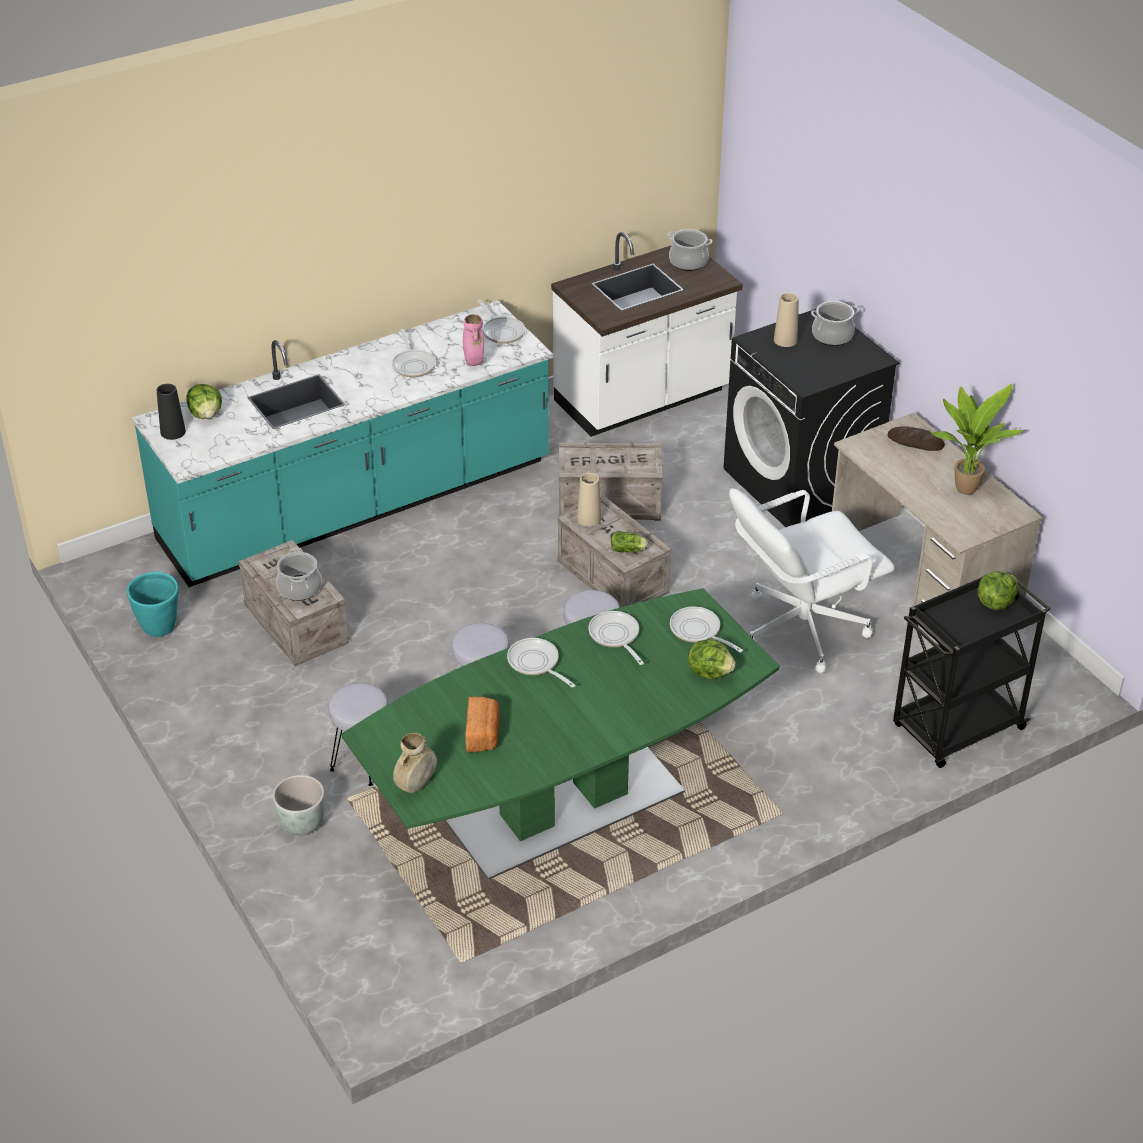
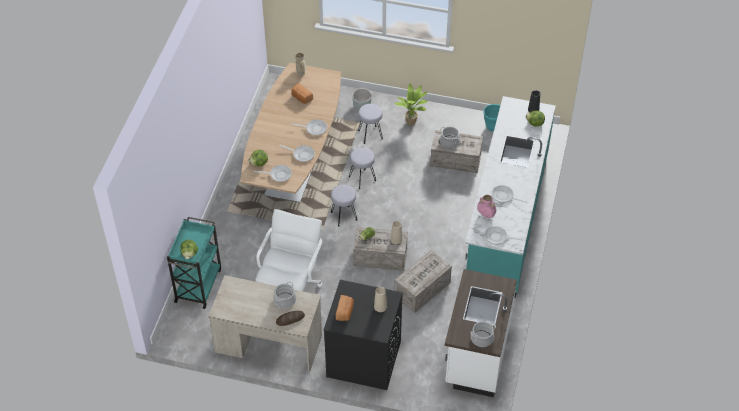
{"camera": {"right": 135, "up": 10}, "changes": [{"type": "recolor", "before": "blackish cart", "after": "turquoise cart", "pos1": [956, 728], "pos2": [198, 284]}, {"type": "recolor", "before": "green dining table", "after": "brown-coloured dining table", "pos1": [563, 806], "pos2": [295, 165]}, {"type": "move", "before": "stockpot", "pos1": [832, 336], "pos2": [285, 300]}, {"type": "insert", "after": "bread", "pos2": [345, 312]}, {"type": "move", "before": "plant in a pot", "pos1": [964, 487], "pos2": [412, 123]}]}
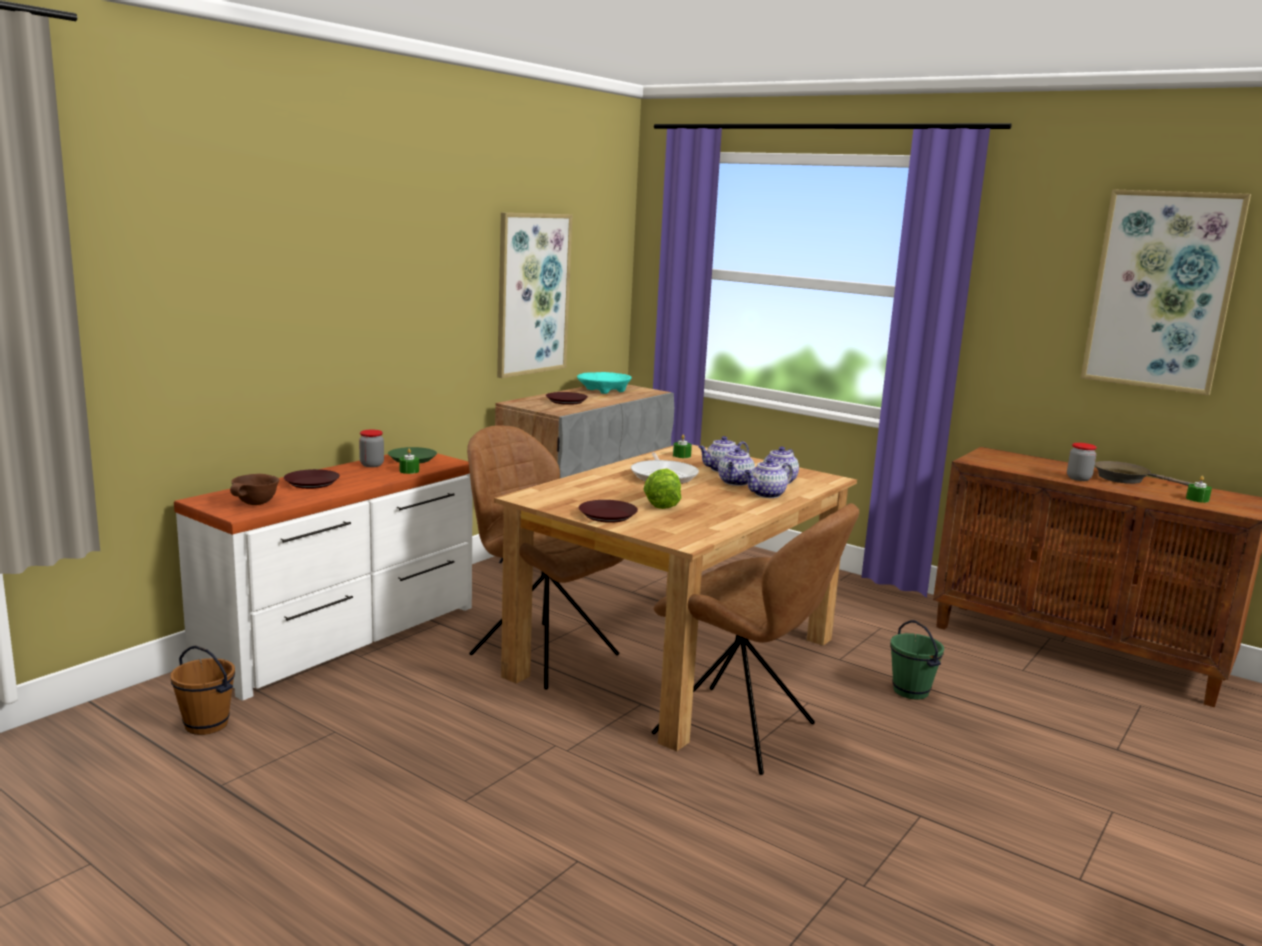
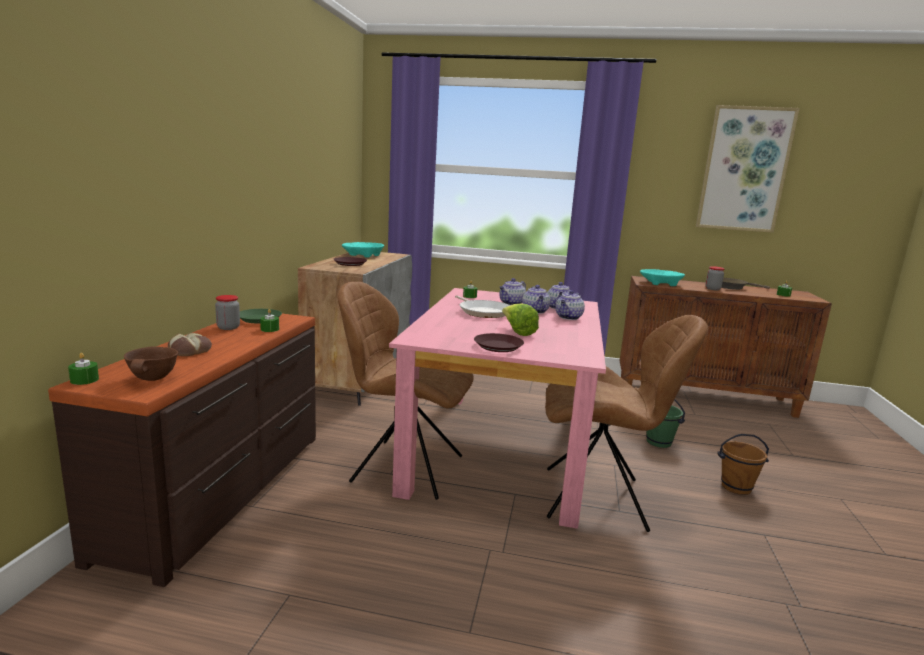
{"camera": {"right": -25, "up": 0}, "changes": [{"type": "recolor", "before": "white chest of drawers", "after": "brown-coloured chest of drawers", "pos1": [344, 637], "pos2": [223, 491]}, {"type": "insert", "after": "green candle", "pos2": [84, 380]}, {"type": "replace", "before": "brown-coloured flat dish", "after": "bread", "pos1": [312, 483], "pos2": [190, 350]}, {"type": "recolor", "before": "brown-coloured dining table", "after": "pink dining table", "pos1": [676, 658], "pos2": [502, 450]}, {"type": "insert", "after": "turquoise bowl", "pos2": [660, 283]}, {"type": "move", "before": "brown-coloured pail", "pos1": [206, 725], "pos2": [736, 487]}, {"type": "delete", "before": "wall art", "pos1": [532, 294]}]}
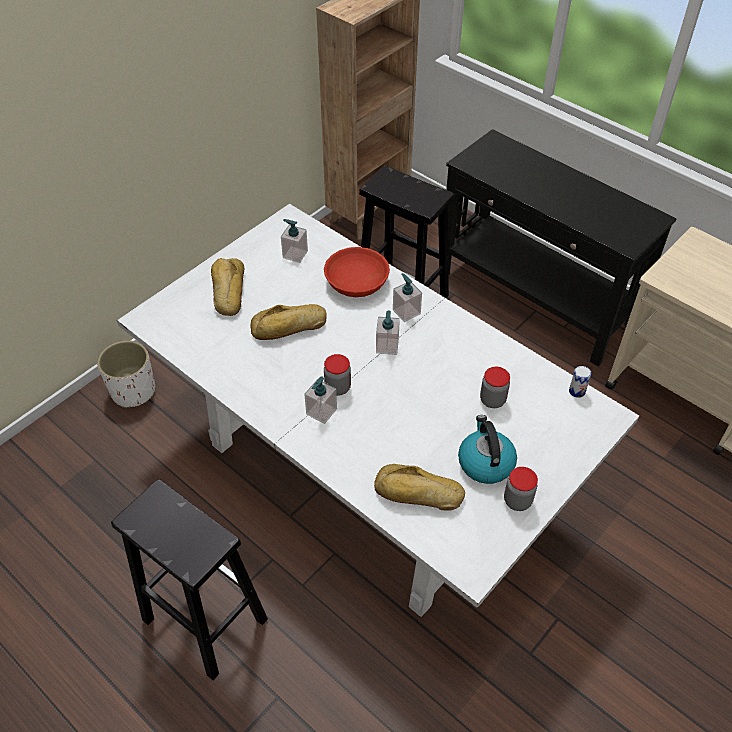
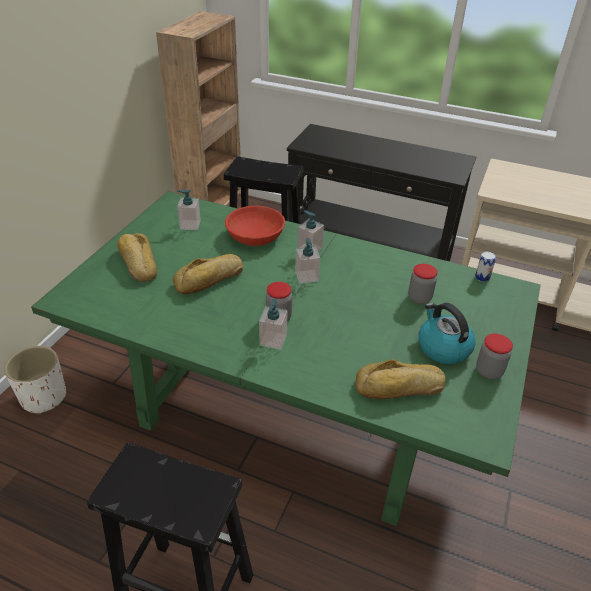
{"camera": {"right": -20, "up": -10}, "changes": [{"type": "recolor", "before": "white dining table", "after": "green dining table", "pos1": [367, 472], "pos2": [293, 412]}]}
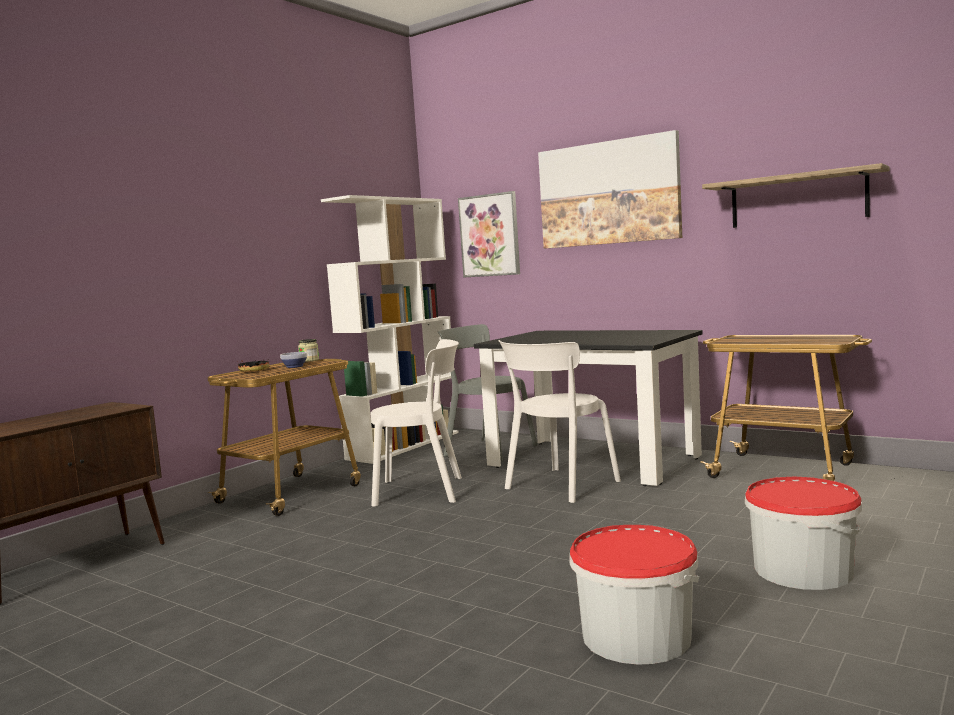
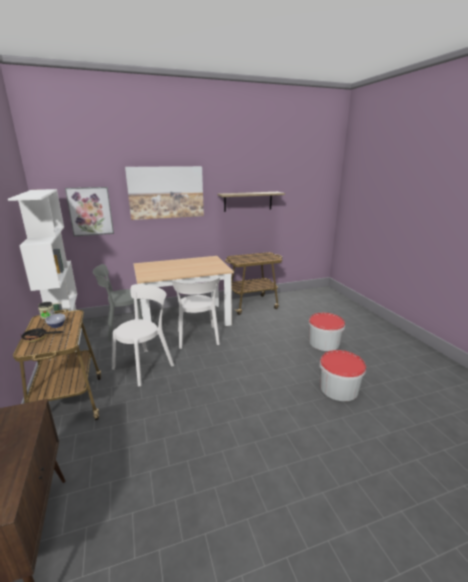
{"camera": {"right": -55, "up": 15}, "changes": [{"type": "recolor", "before": "blackish dining table", "after": "sand-coloured dining table", "pos1": [593, 461], "pos2": [185, 320]}]}
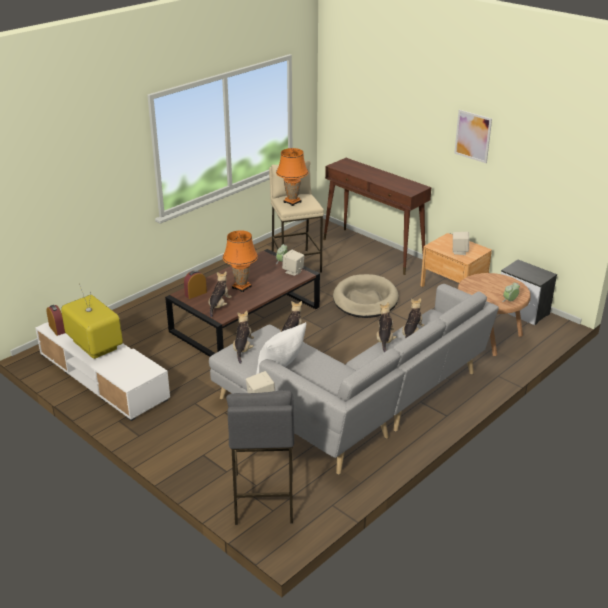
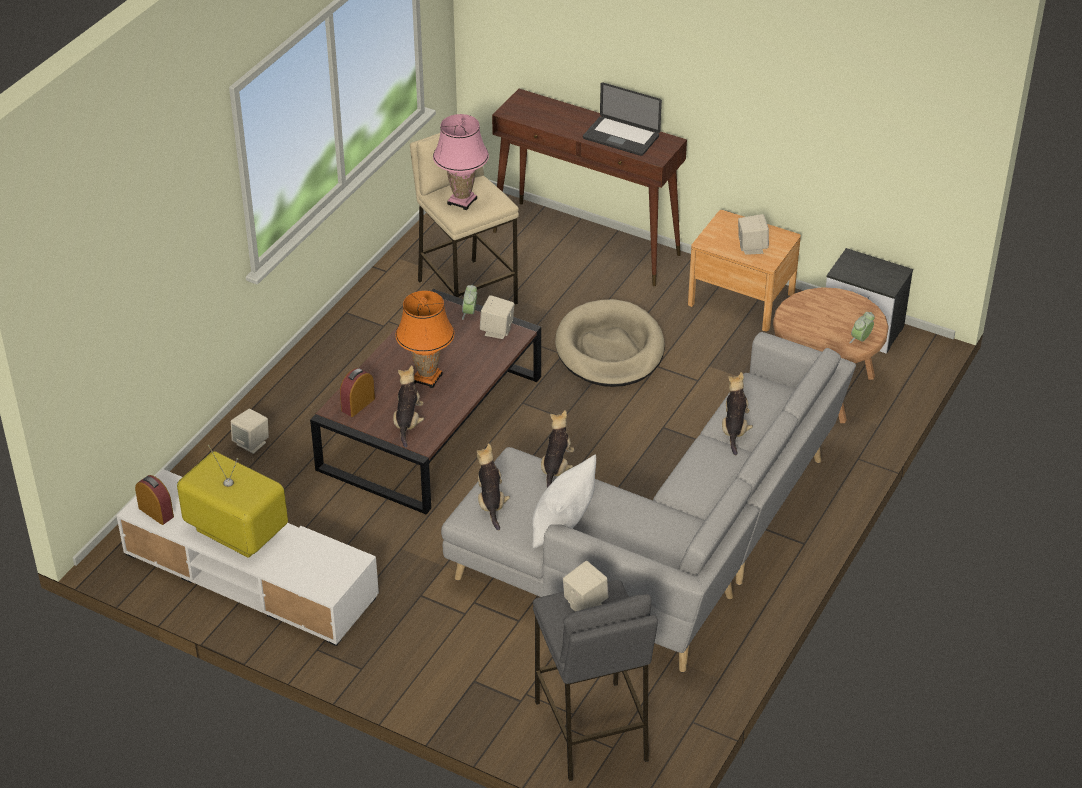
{"camera": {"right": -15, "up": 10}, "changes": [{"type": "insert", "after": "sand-coloured audio speaker", "pos2": [252, 443]}, {"type": "recolor", "before": "orange table lamp", "after": "pink table lamp", "pos1": [292, 202], "pos2": [462, 201]}, {"type": "insert", "after": "portable computer", "pos2": [621, 137]}, {"type": "delete", "before": "soft toy", "pos1": [384, 340]}, {"type": "delete", "before": "wall art", "pos1": [473, 136]}]}
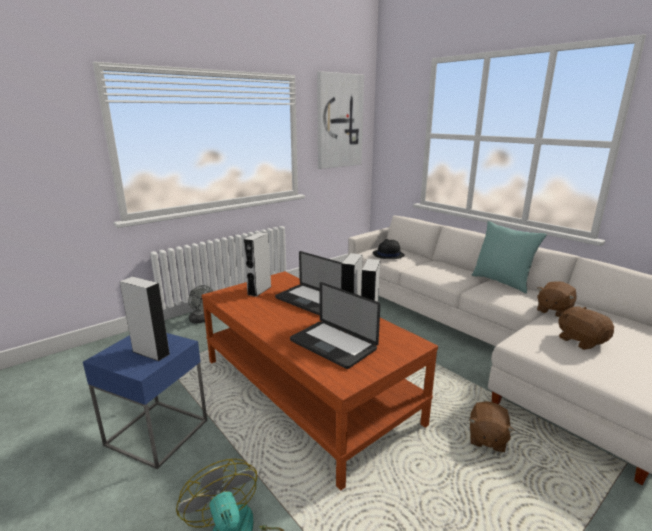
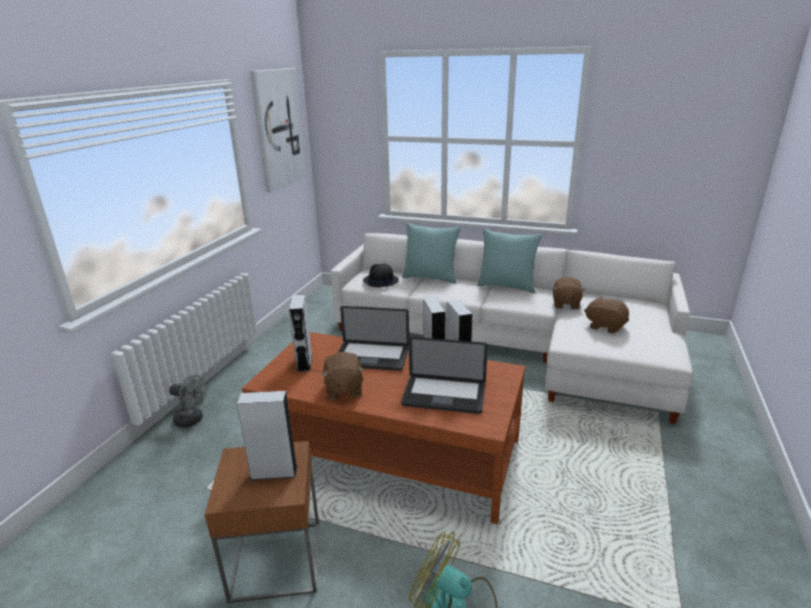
{"camera": {"right": -30, "up": 5}, "changes": [{"type": "recolor", "before": "blue accent table", "after": "brown-coloured accent table", "pos1": [157, 432], "pos2": [276, 560]}, {"type": "move", "before": "brown-coloured soft toy", "pos1": [486, 438], "pos2": [343, 389]}, {"type": "insert", "after": "turquoise cushion", "pos2": [430, 277]}]}
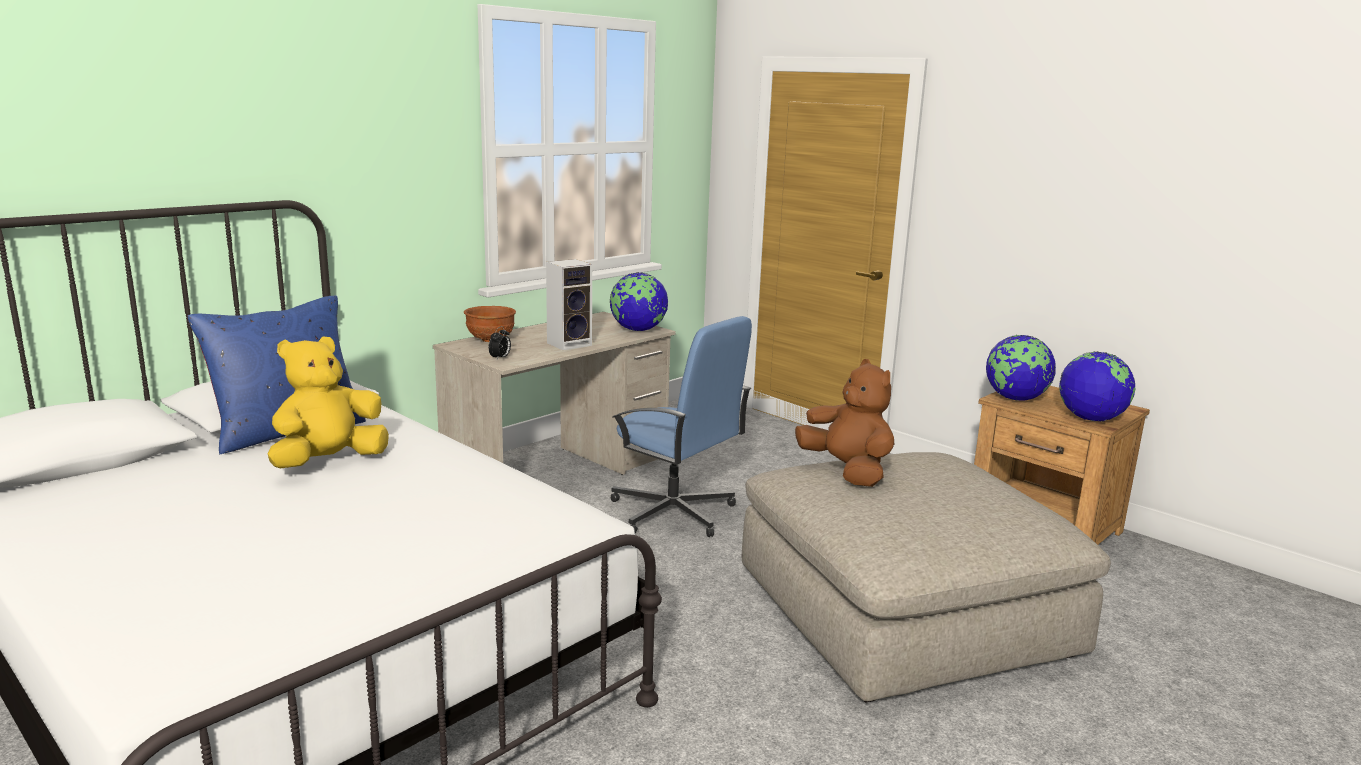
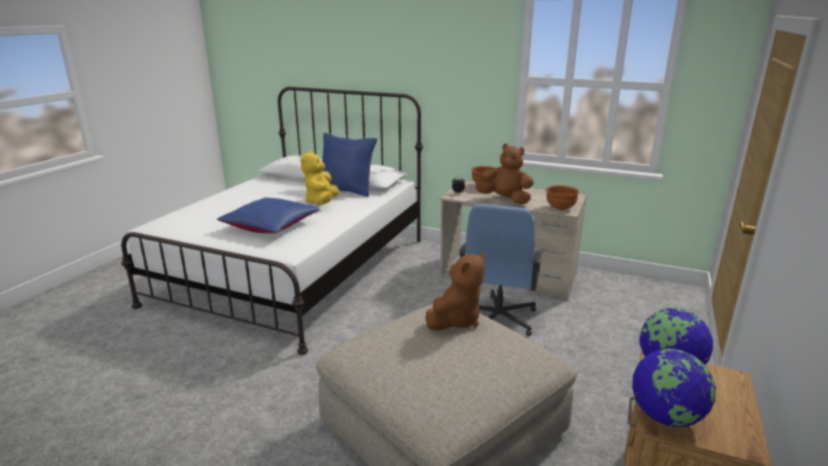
{"camera": {"right": 70, "up": 5}, "changes": [{"type": "insert", "after": "blue cushion", "pos2": [270, 226]}, {"type": "rotate", "before": "yellow-coloured soft toy", "pos1": [329, 462], "pos2": [322, 202], "turn": -105}, {"type": "replace", "before": "audio speaker", "after": "brown-coloured soft toy", "pos1": [570, 343], "pos2": [505, 200]}, {"type": "replace", "before": "world globe", "after": "brown-coloured bowl", "pos1": [638, 330], "pos2": [560, 208]}]}
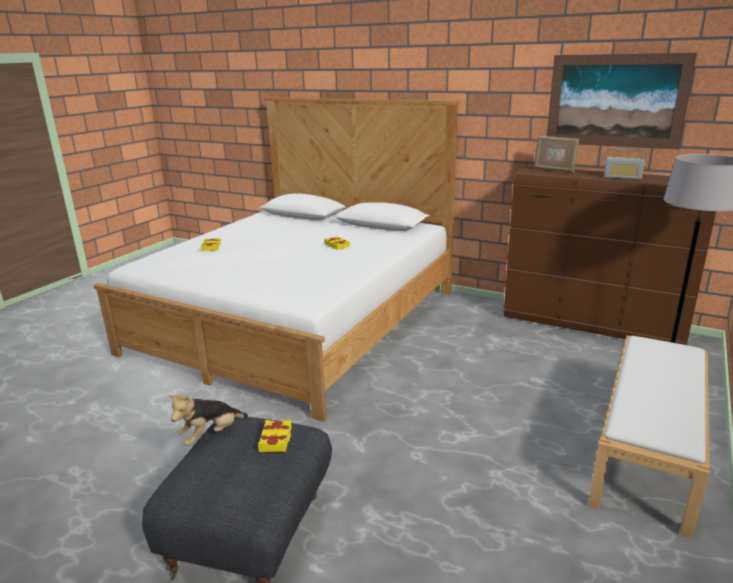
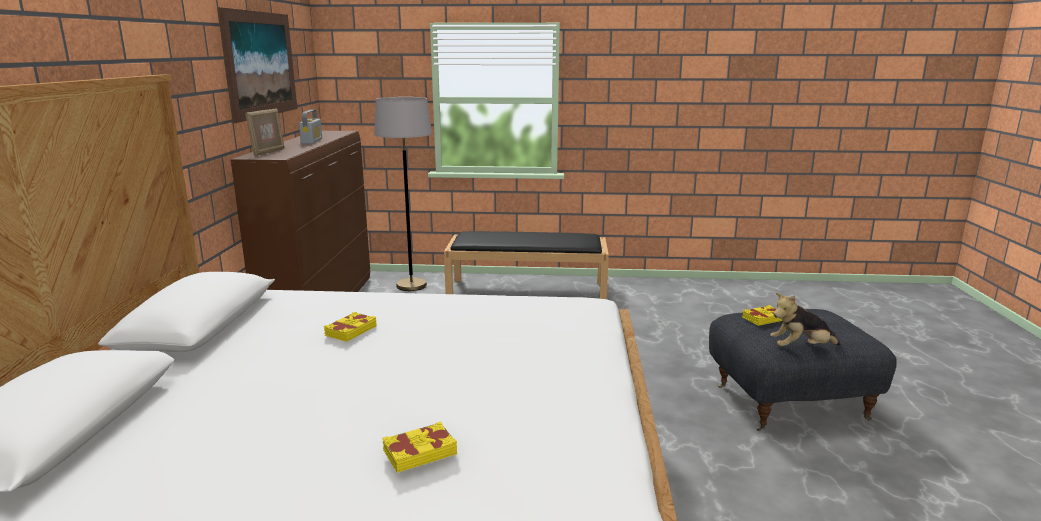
{"camera": {"right": -115, "up": -5}, "changes": [{"type": "recolor", "before": "white indoor bench", "after": "blackish indoor bench", "pos1": [648, 450], "pos2": [528, 290]}, {"type": "rotate", "before": "soft toy", "pos1": [211, 435], "pos2": [801, 348], "turn": 150}]}
